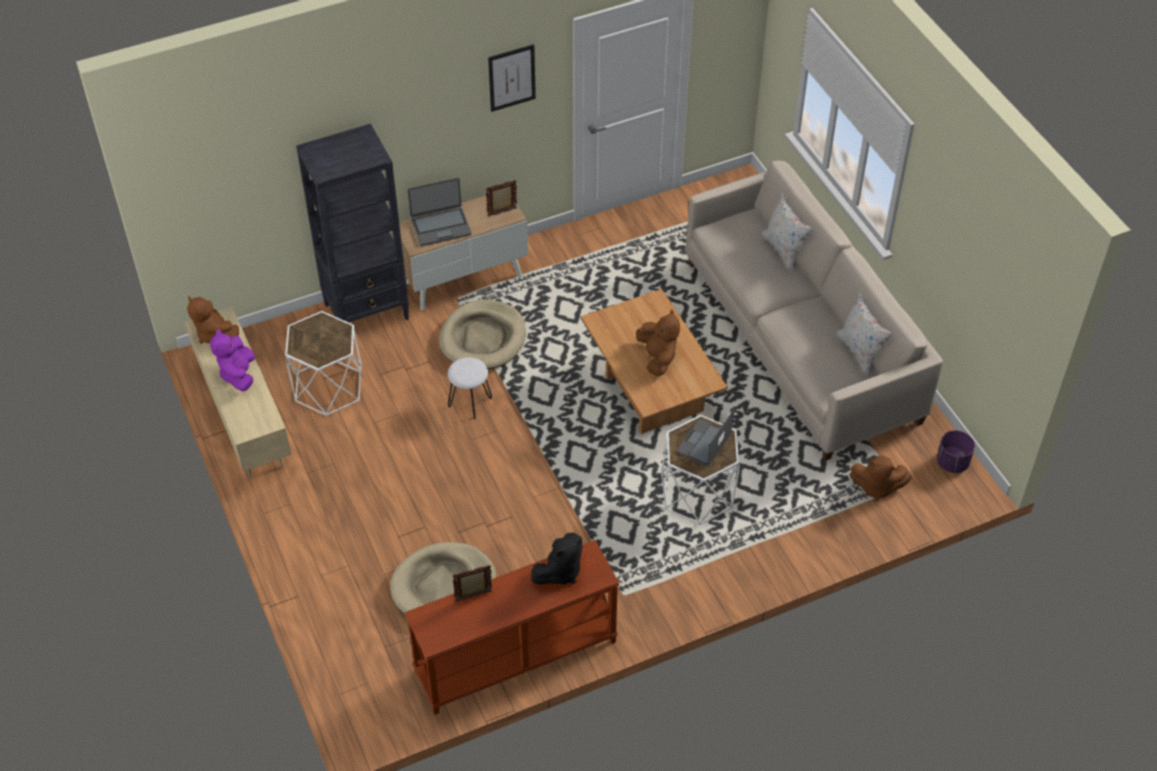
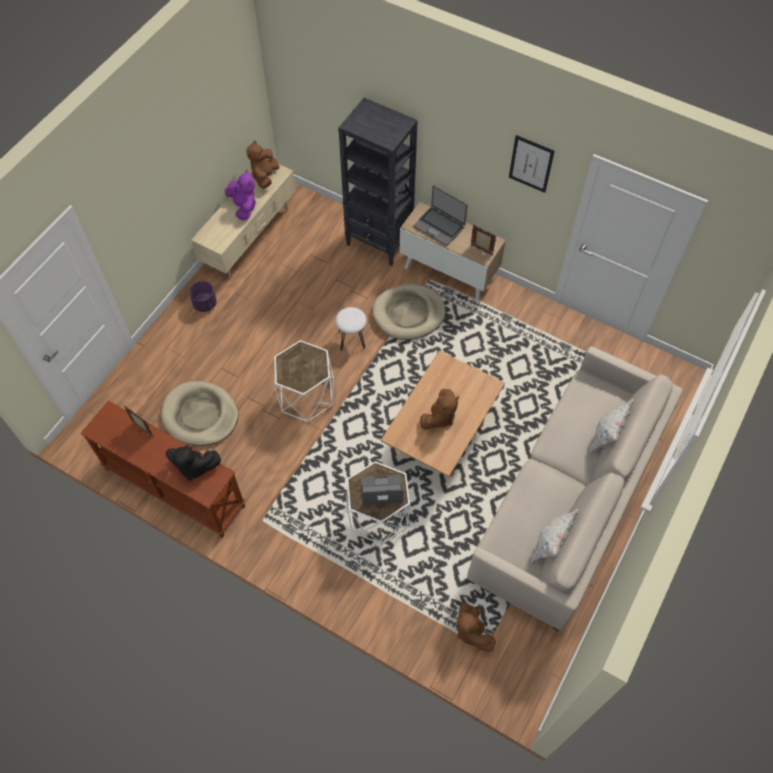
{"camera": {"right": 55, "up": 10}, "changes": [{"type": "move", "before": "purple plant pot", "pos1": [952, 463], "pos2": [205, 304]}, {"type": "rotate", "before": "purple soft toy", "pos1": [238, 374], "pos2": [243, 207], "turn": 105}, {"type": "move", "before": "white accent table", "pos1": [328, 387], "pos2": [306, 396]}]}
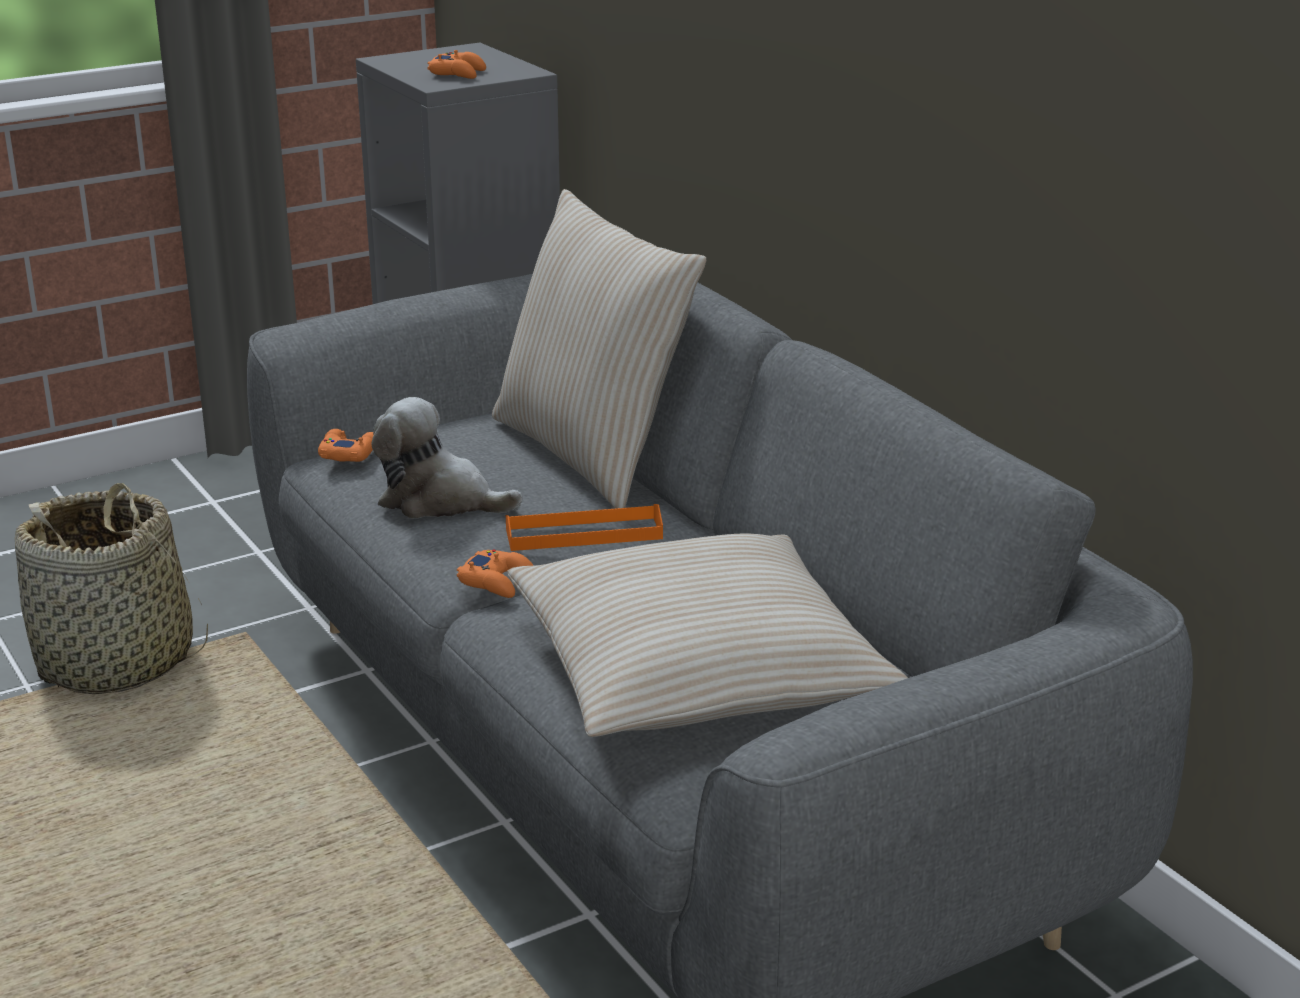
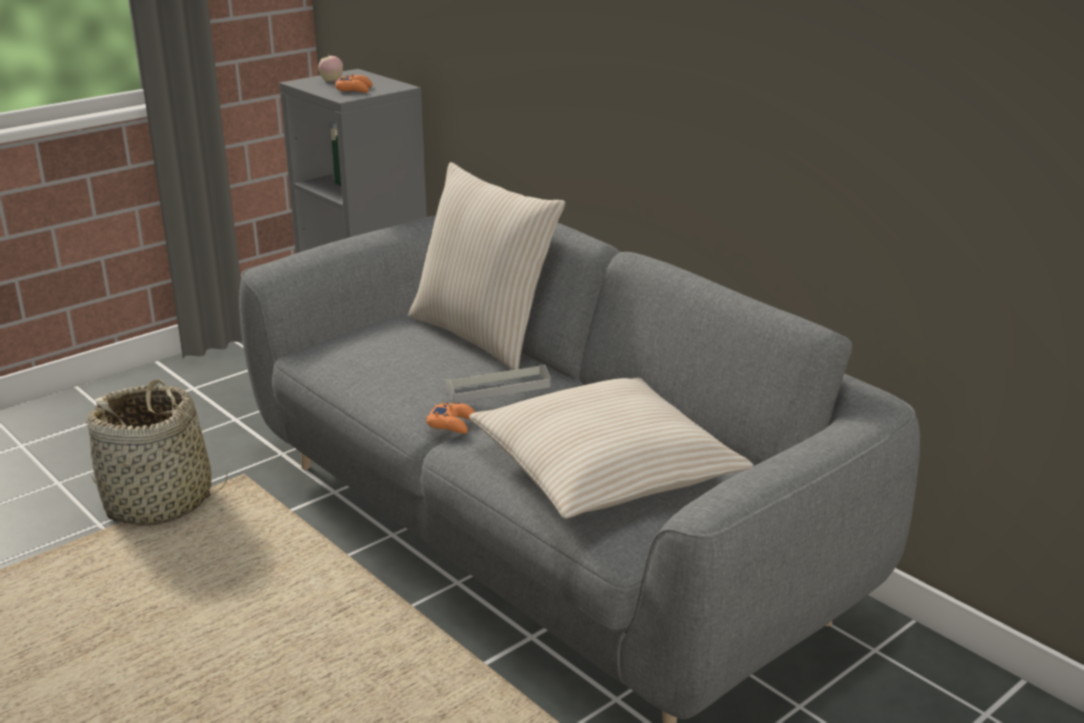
{"camera": {"right": -10, "up": 0}, "changes": [{"type": "insert", "after": "whole apple", "pos2": [332, 81]}, {"type": "recolor", "before": "orange carrying tray", "after": "grey carrying tray", "pos1": [584, 534], "pos2": [498, 388]}, {"type": "delete", "before": "orange gamepad", "pos1": [349, 453]}, {"type": "delete", "before": "soft toy", "pos1": [439, 501]}]}
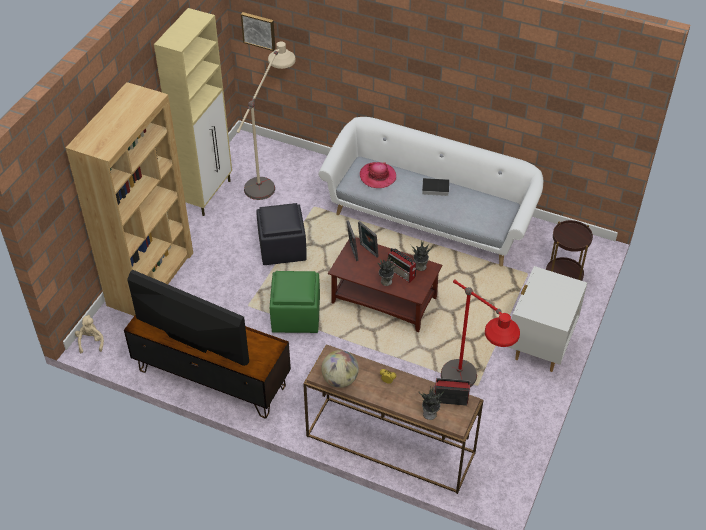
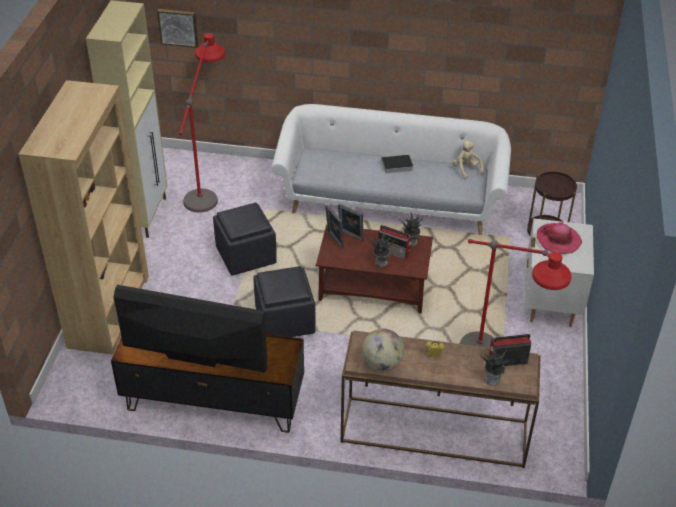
{"camera": {"right": -15, "up": -5}, "changes": [{"type": "recolor", "before": "sand-coloured standing lamp", "after": "reddish standing lamp", "pos1": [271, 175], "pos2": [208, 186]}, {"type": "recolor", "before": "green pouffe", "after": "blackish pouffe", "pos1": [296, 316], "pos2": [285, 321]}, {"type": "move", "before": "sand-coloured soft toy", "pos1": [91, 341], "pos2": [466, 170]}, {"type": "move", "before": "wearable hat", "pos1": [377, 176], "pos2": [558, 240]}]}
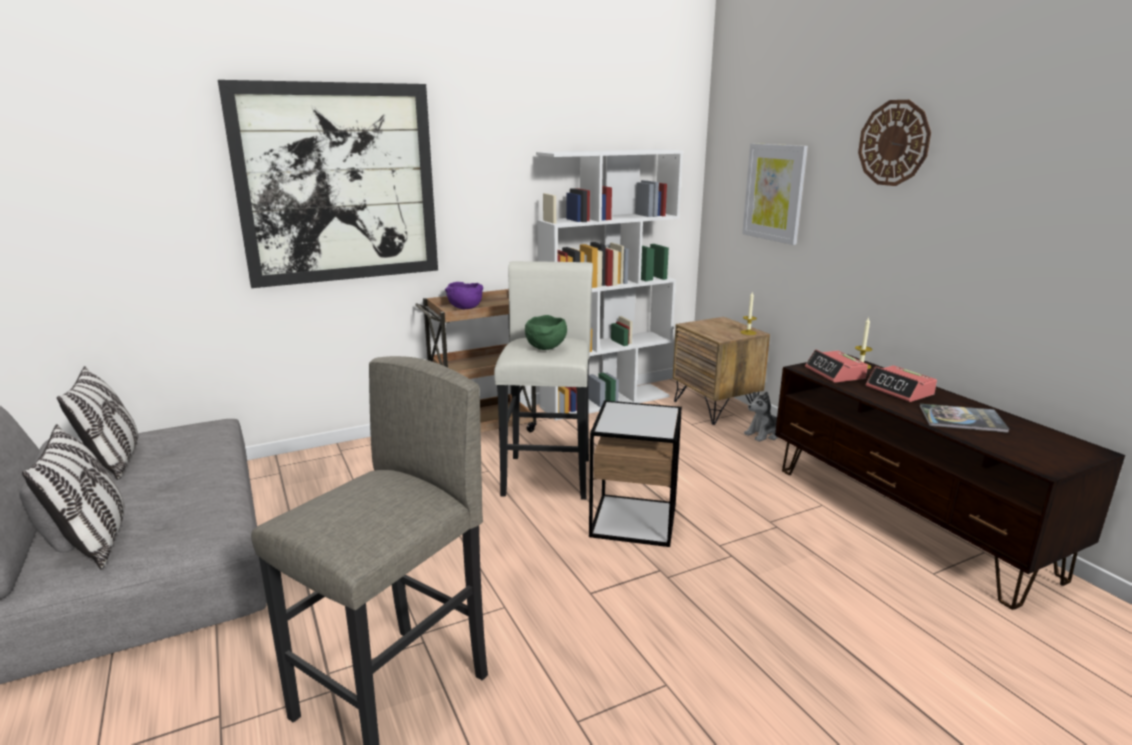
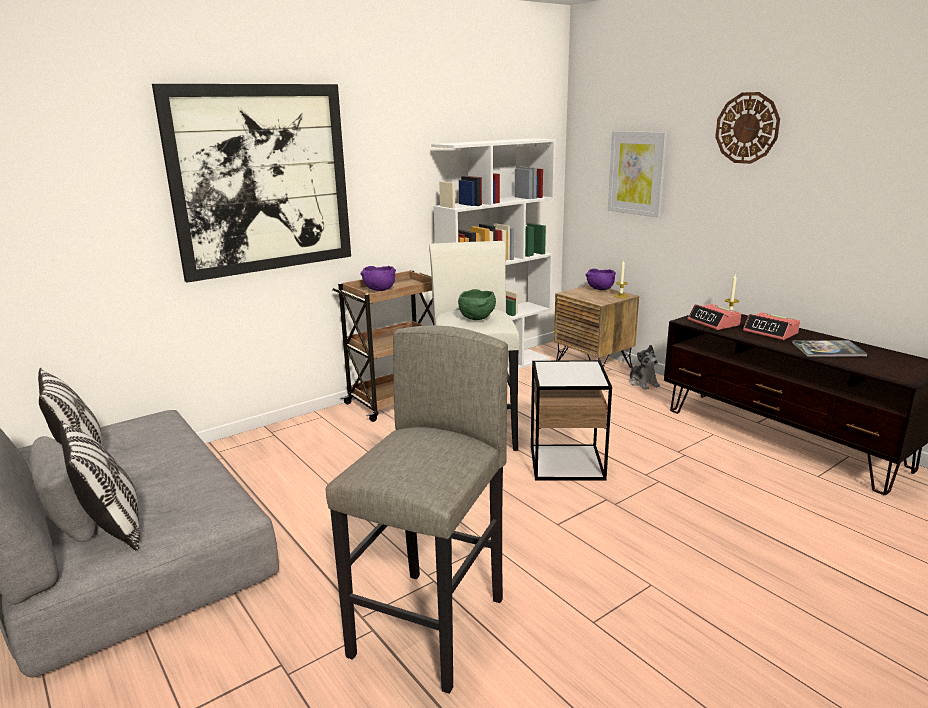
{"camera": {"right": -10, "up": 0}, "changes": [{"type": "insert", "after": "purple bowl", "pos2": [599, 289]}, {"type": "rotate", "before": "soft toy", "pos1": [764, 434], "pos2": [643, 383], "turn": -75}]}
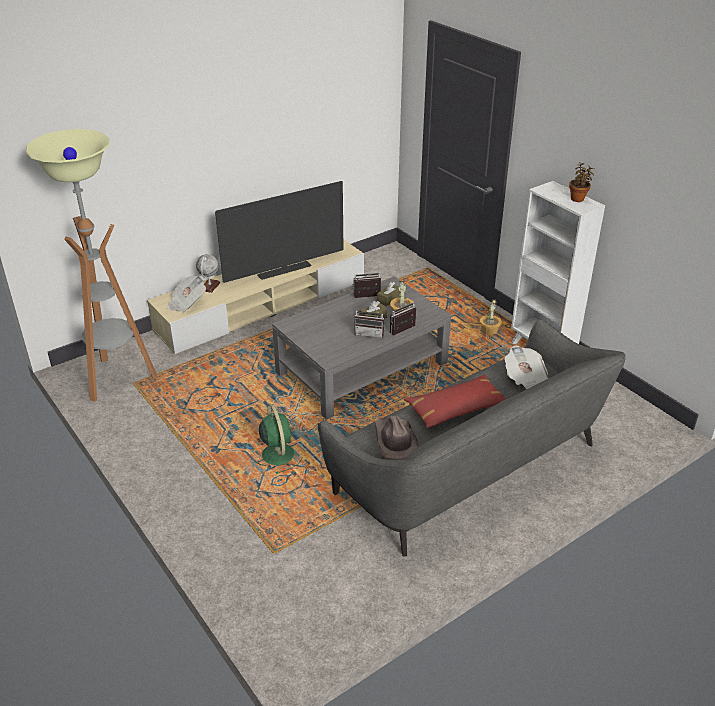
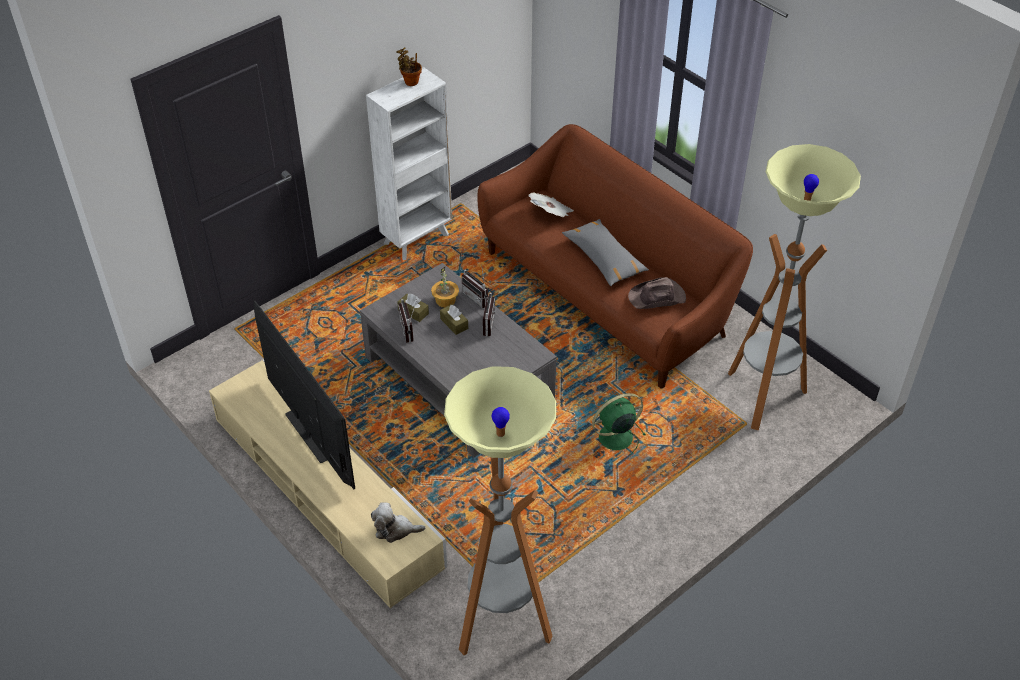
{"camera": {"right": -95, "up": 10}, "changes": [{"type": "replace", "before": "daily paper", "after": "soft toy", "pos1": [187, 303], "pos2": [395, 530]}, {"type": "recolor", "before": "grey sofa", "after": "brown-coloured sofa", "pos1": [471, 469], "pos2": [608, 294]}, {"type": "recolor", "before": "reddish cushion", "after": "grey cushion", "pos1": [456, 409], "pos2": [604, 259]}, {"type": "insert", "after": "standing lamp", "pos2": [763, 397]}, {"type": "delete", "before": "world globe", "pos1": [209, 286]}, {"type": "delete", "before": "plant in a pot", "pos1": [489, 330]}]}
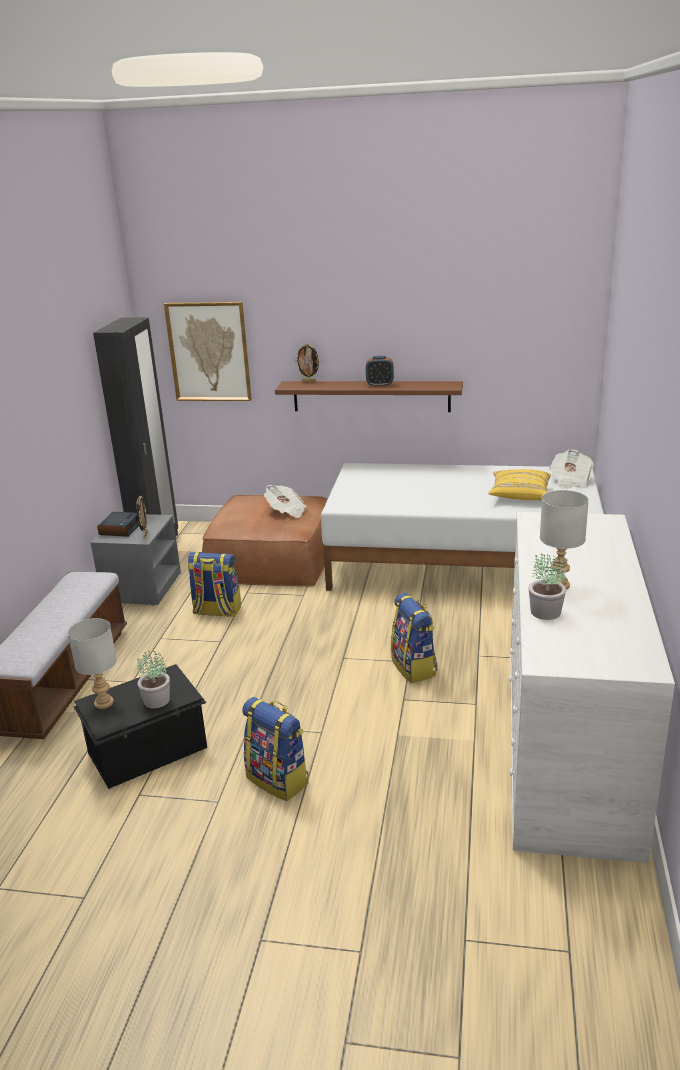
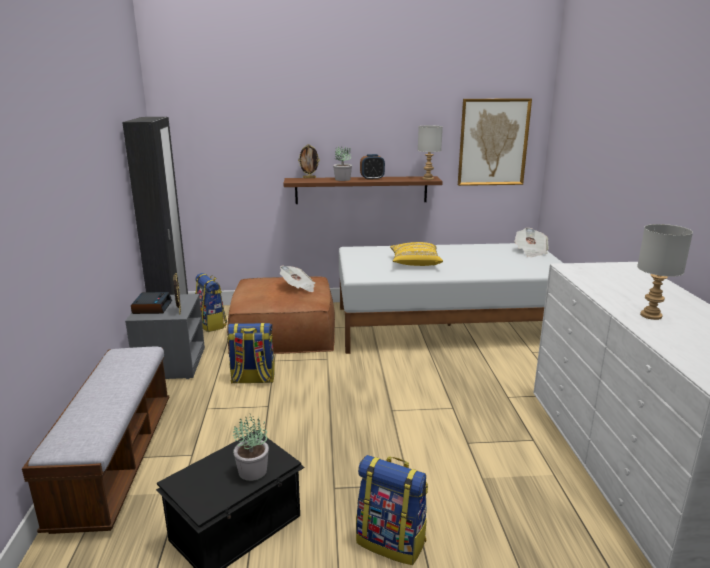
{"camera": {"right": -15, "up": -5}, "changes": [{"type": "move", "before": "rucksack", "pos1": [414, 667], "pos2": [212, 324]}, {"type": "move", "before": "plant in a pot", "pos1": [545, 612], "pos2": [342, 179]}, {"type": "move", "before": "yellow-coloured cushion", "pos1": [519, 495], "pos2": [415, 263]}, {"type": "move", "before": "grey table lamp", "pos1": [104, 703], "pos2": [428, 179]}, {"type": "move", "before": "wall art", "pos1": [209, 352], "pos2": [493, 142]}]}
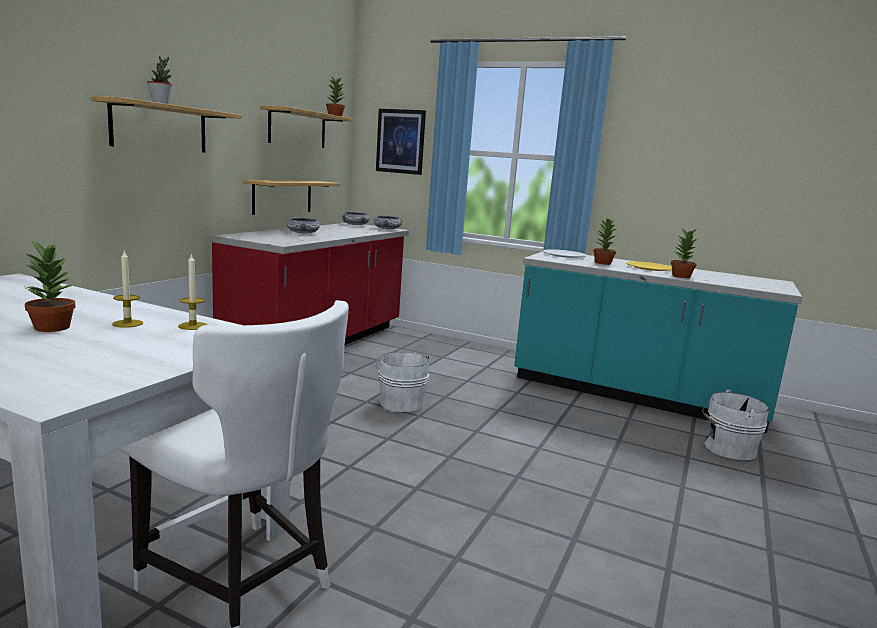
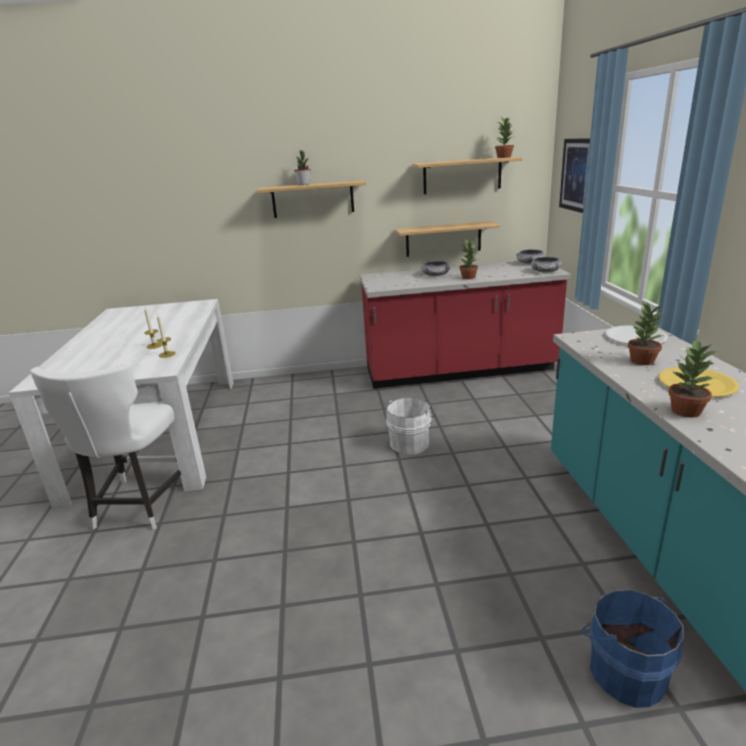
{"camera": {"right": 60, "up": 10}, "changes": [{"type": "move", "before": "plant in a pot", "pos1": [52, 327], "pos2": [468, 277]}, {"type": "recolor", "before": "white pail", "after": "blue pail", "pos1": [727, 448], "pos2": [624, 670]}]}
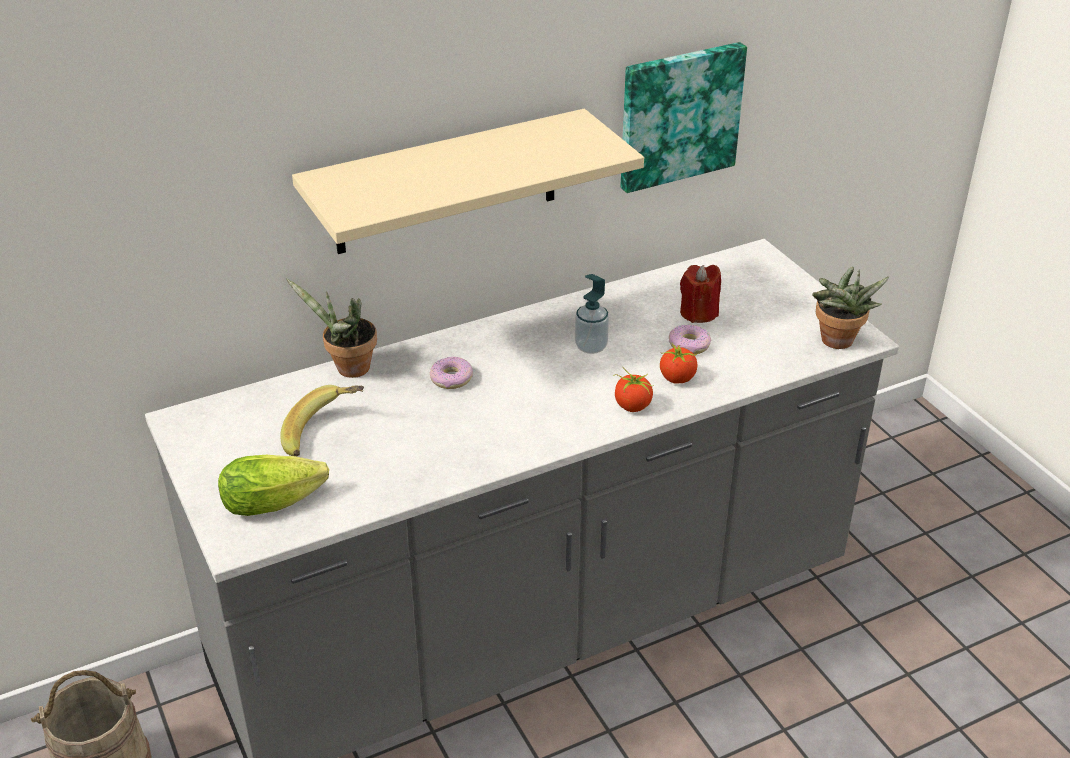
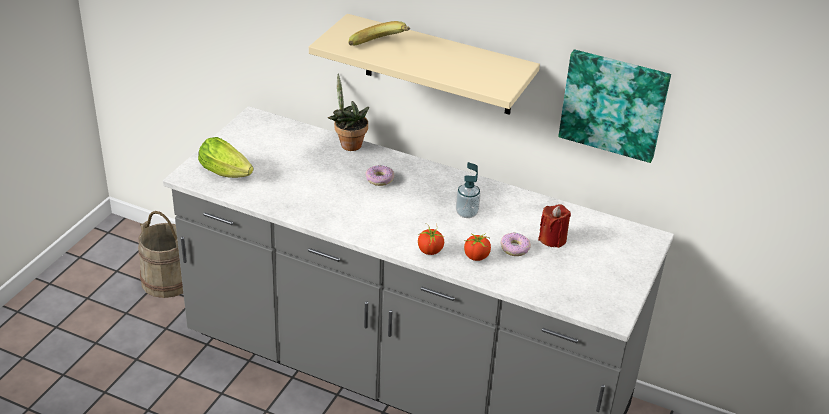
{"camera": {"right": 50, "up": 0}, "changes": [{"type": "move", "before": "whole banana", "pos1": [324, 434], "pos2": [381, 48]}, {"type": "delete", "before": "plant in a pot", "pos1": [838, 343]}]}
